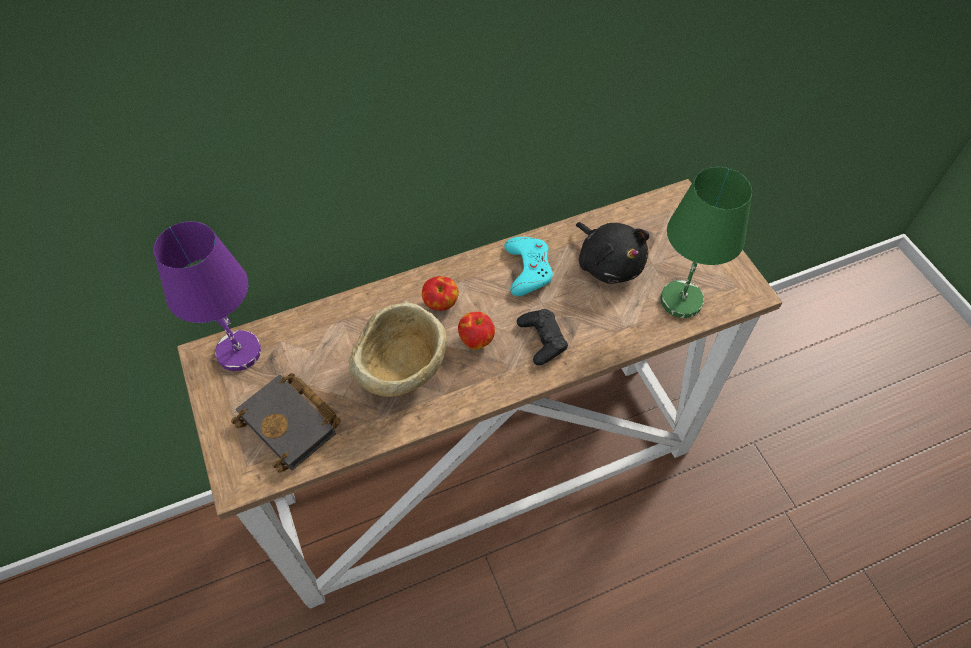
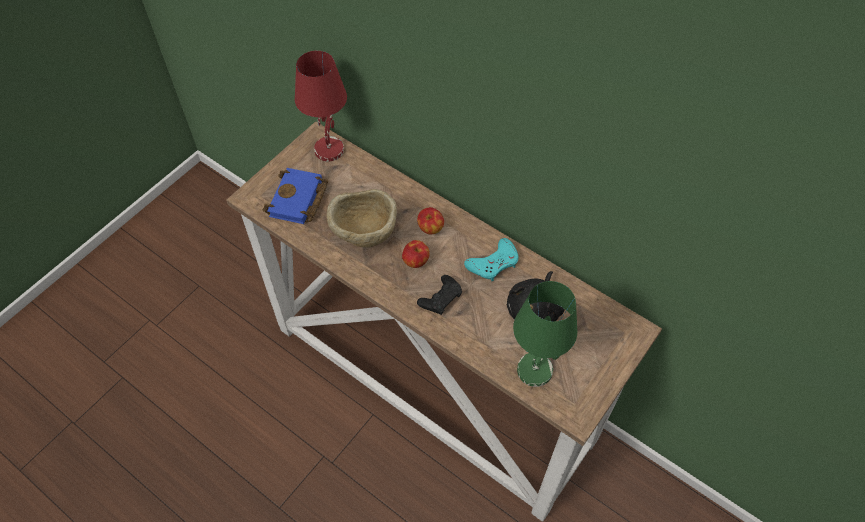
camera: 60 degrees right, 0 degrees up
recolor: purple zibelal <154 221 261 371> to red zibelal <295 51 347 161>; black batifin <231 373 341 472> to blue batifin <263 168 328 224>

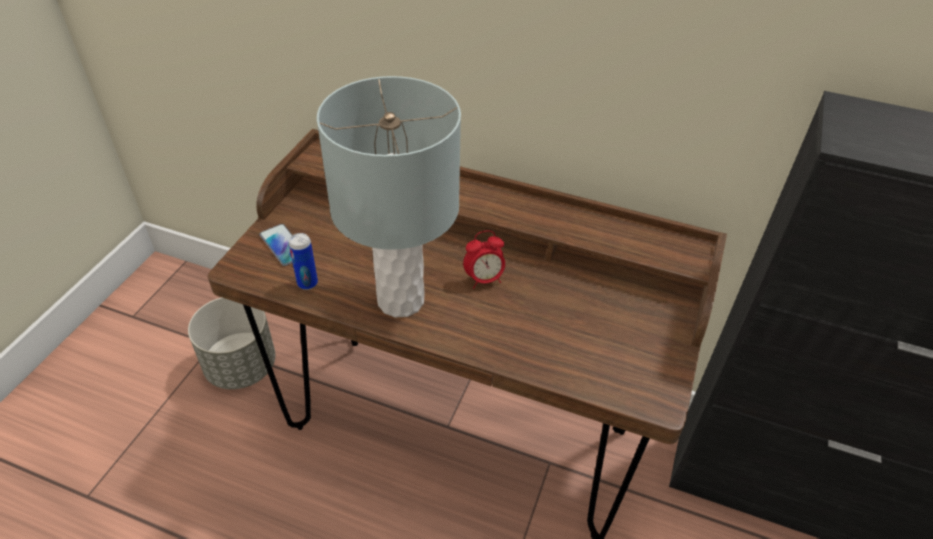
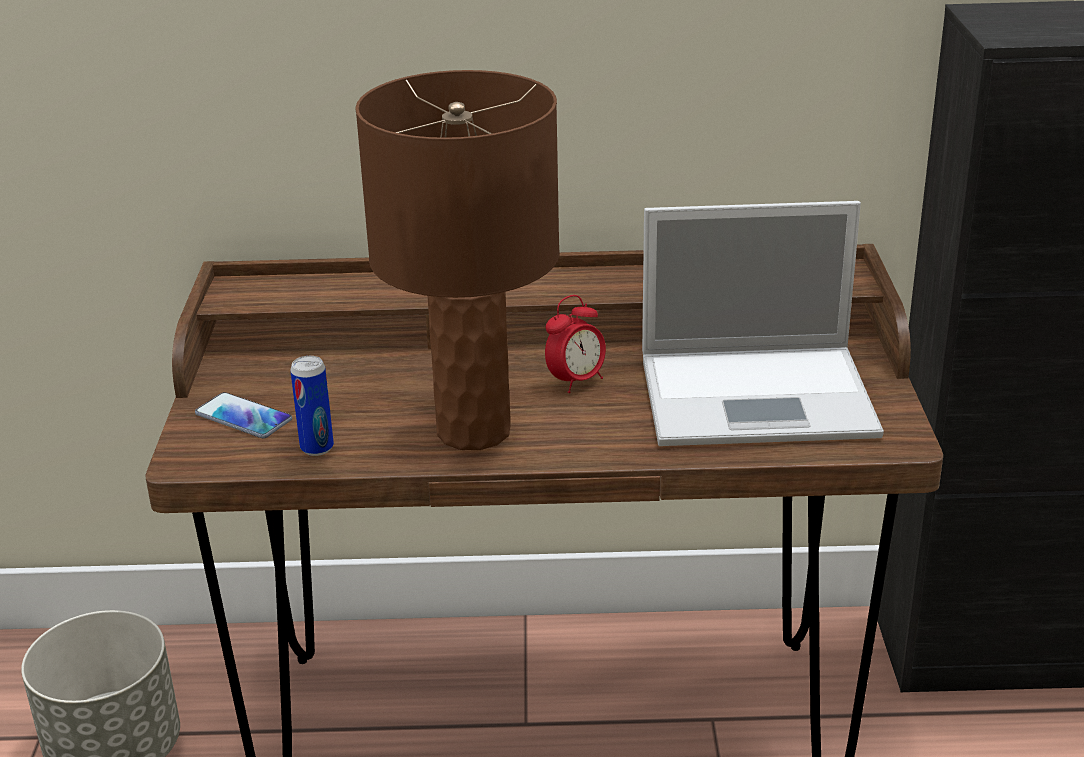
camera: 20 degrees left, 15 degrees down
insert: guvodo <642 201 884 446>
recolor: grey zibelal <317 76 461 318> to brown zibelal <355 70 560 450>

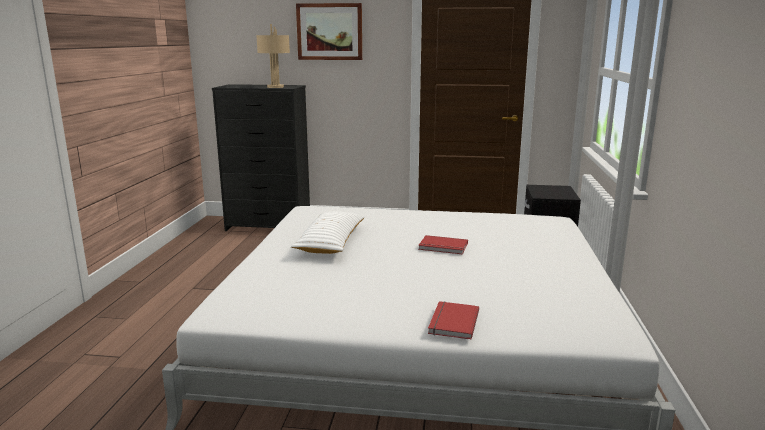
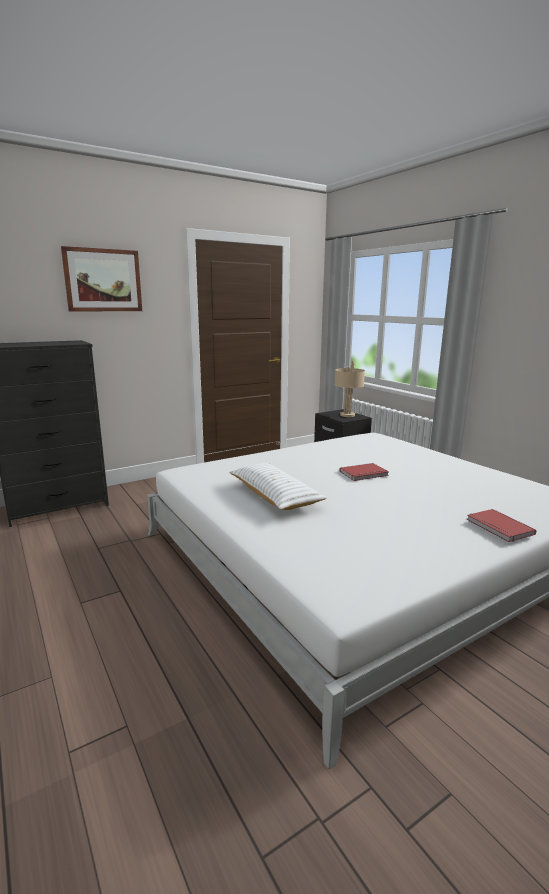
camera: 40 degrees left, 0 degrees up
move: beige zibelal <256 24 290 88> to <335 361 365 417>

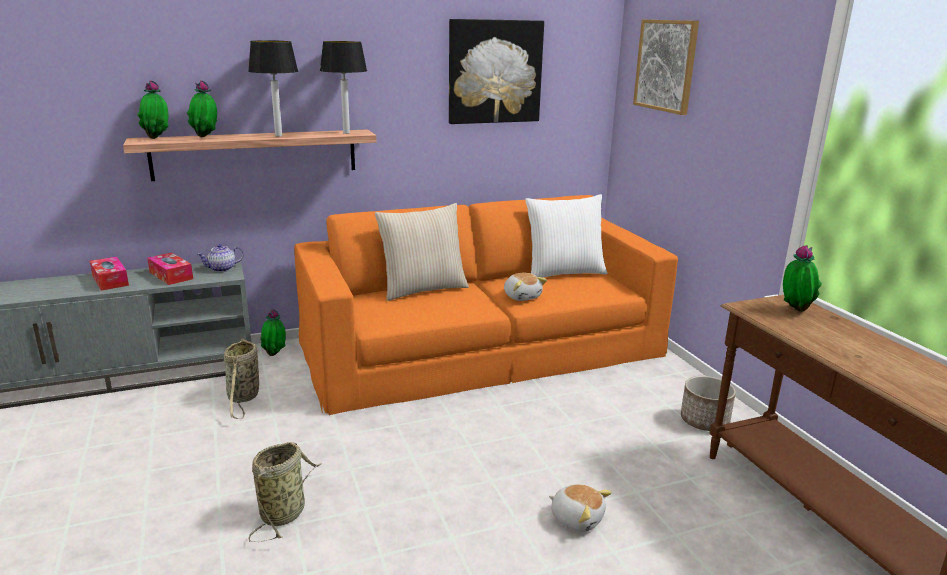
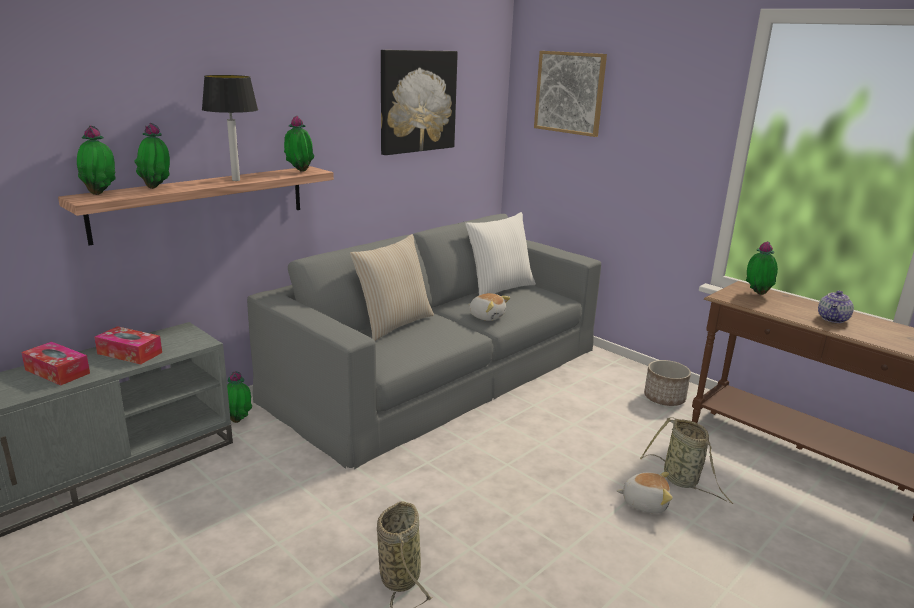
camera: 25 degrees left, 0 degrees up
move: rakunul <197 244 244 272> to <818 291 854 323>; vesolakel <224 338 259 419> to <640 417 734 504>
replace: zibelal <320 41 367 134> to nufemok <284 116 314 172>
recolor: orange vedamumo <294 195 678 415> to grey vedamumo <247 214 601 469>

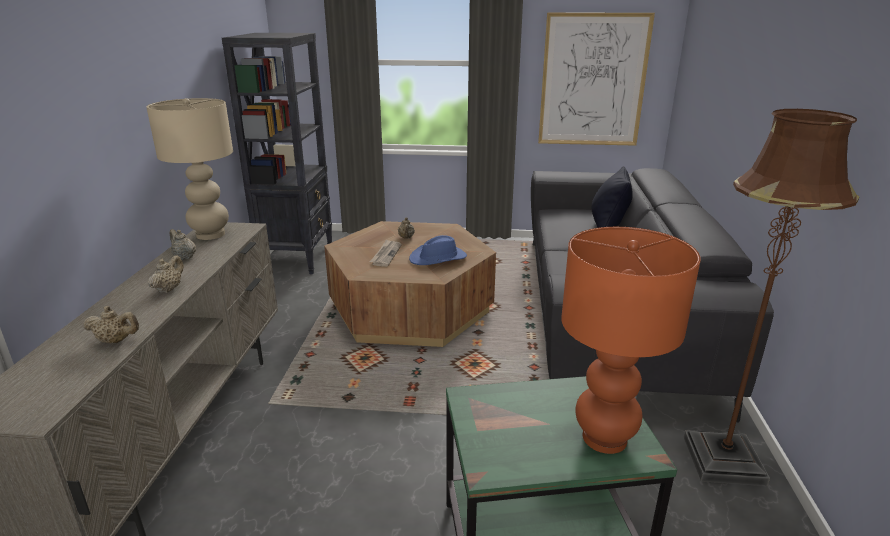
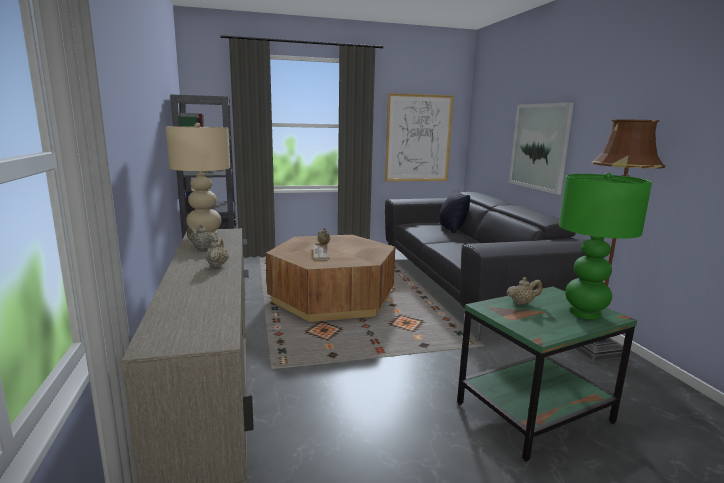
camera: 20 degrees left, 10 degrees down
delete: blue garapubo <409 235 467 265>
insert: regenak <509 102 574 195>
move: beige rakunul <83 306 139 344> to <507 277 542 305>
recolor: orange zibelal <561 227 701 454> to green zibelal <559 172 652 319>

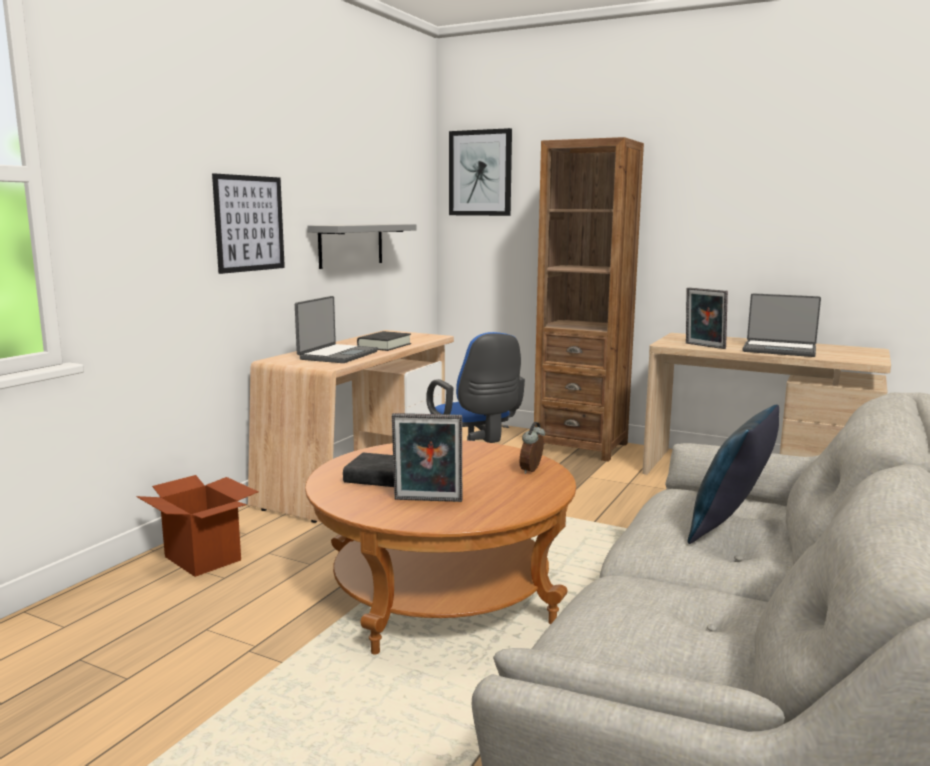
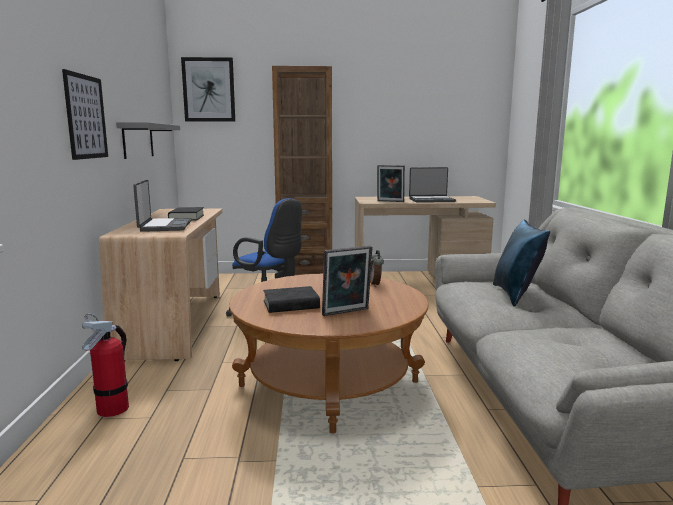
camera: 30 degrees left, 0 degrees up
replace: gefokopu <136 475 259 577> to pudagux <82 313 129 417>

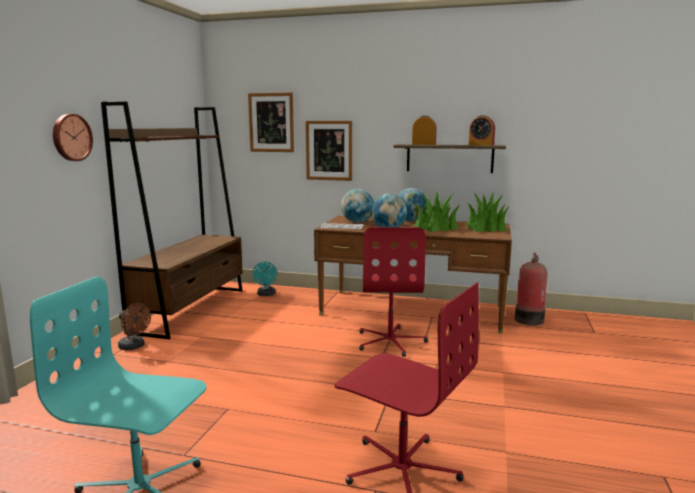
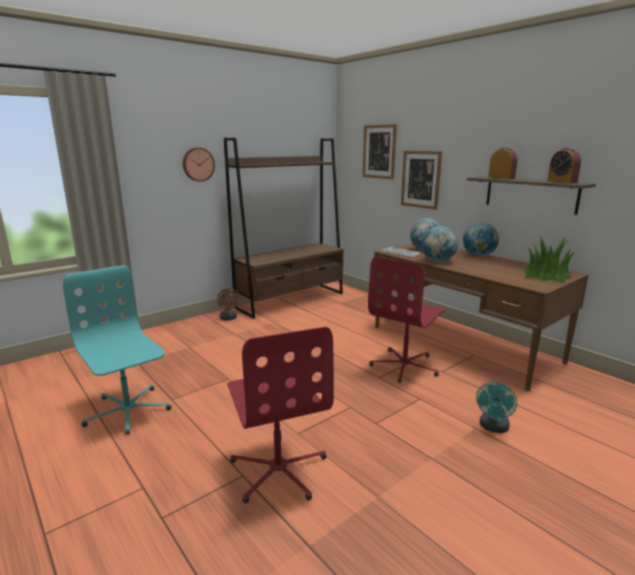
camera: 35 degrees right, 5 degrees up
delete: nufemok <414 191 460 232>; pudagux <515 253 547 326>
move: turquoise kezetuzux <252 261 277 296> to <476 382 517 433>

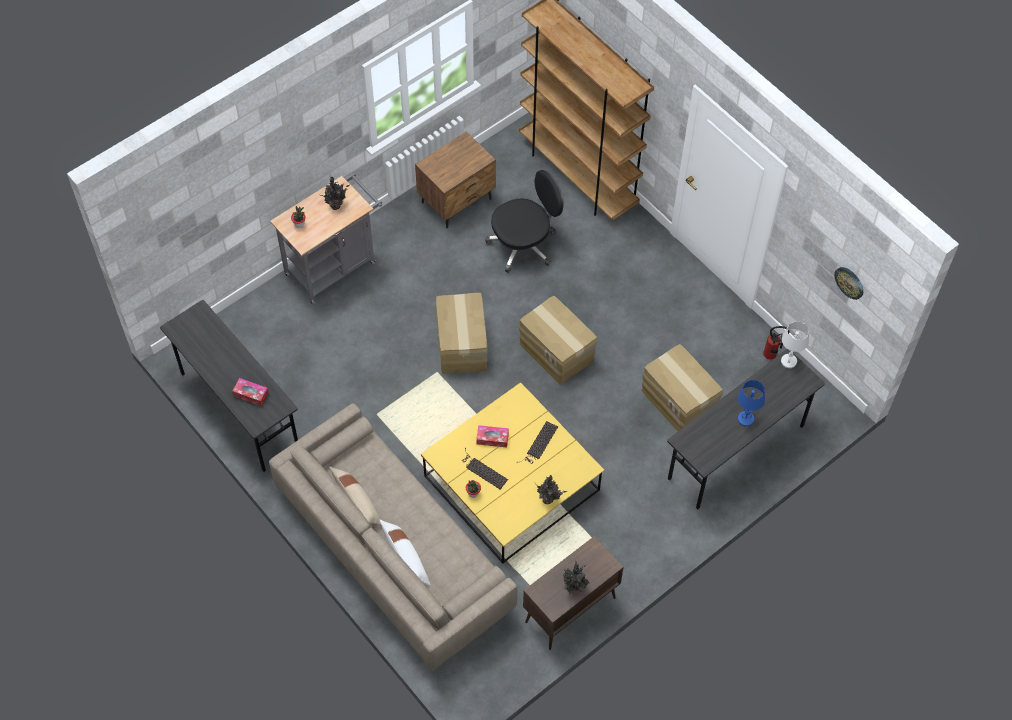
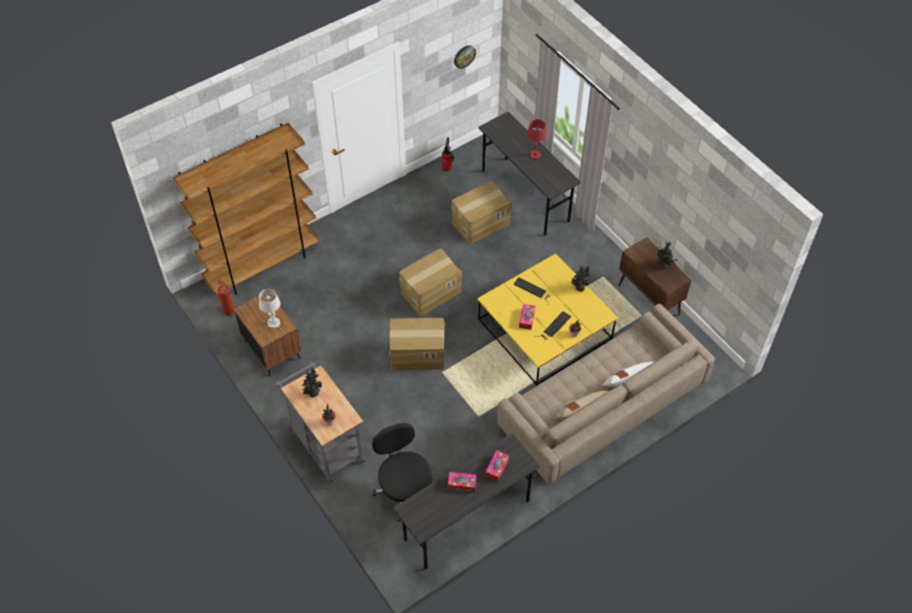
camera: 85 degrees left, 5 degrees down
insert: pudagux <217 279 235 315>; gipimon <448 472 477 492>
move: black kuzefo <485 170 564 273> to <372 423 432 521>; white zibelal <781 322 809 368> to <259 288 280 328>
recolor: blue zibelal <738 380 765 426> to red zibelal <527 119 547 160>

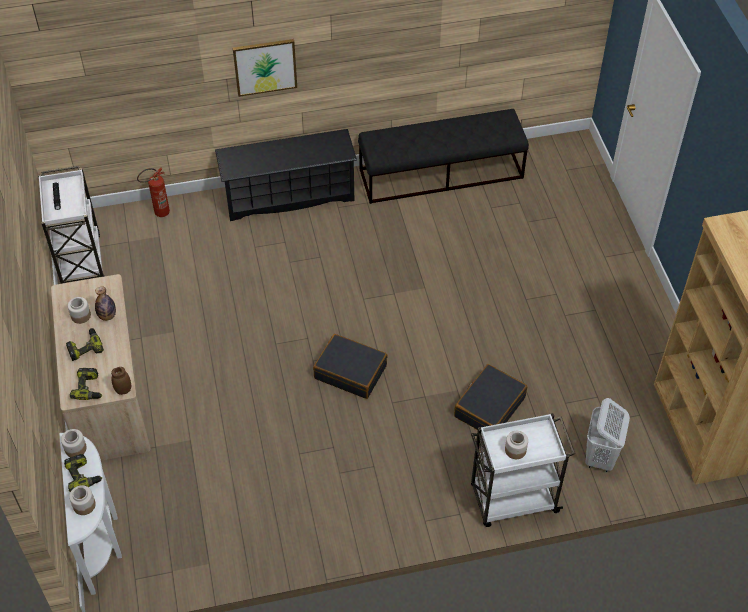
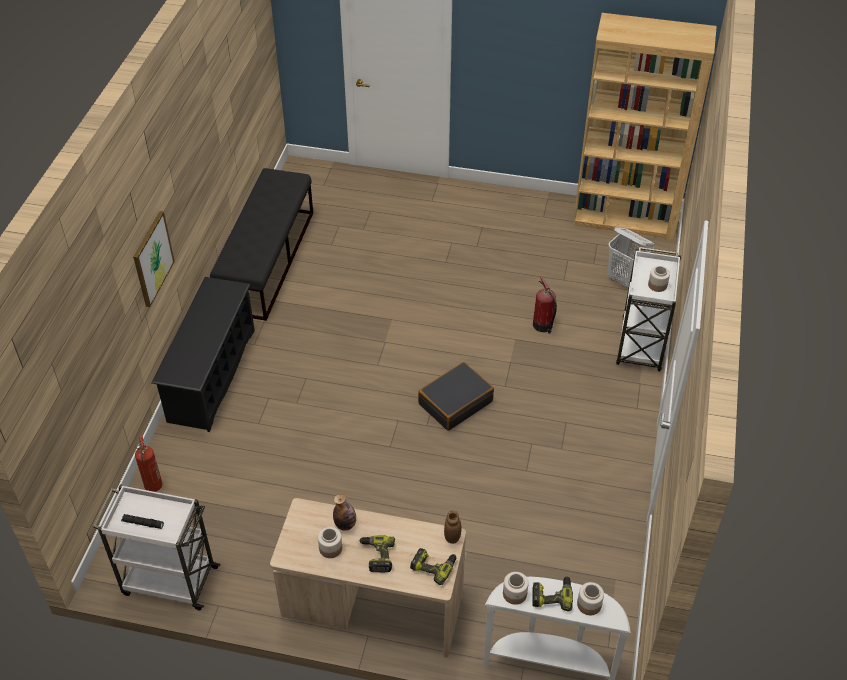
camera: 65 degrees left, 5 degrees down
replace: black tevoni <454 364 527 430> to pudagux <533 276 557 334>

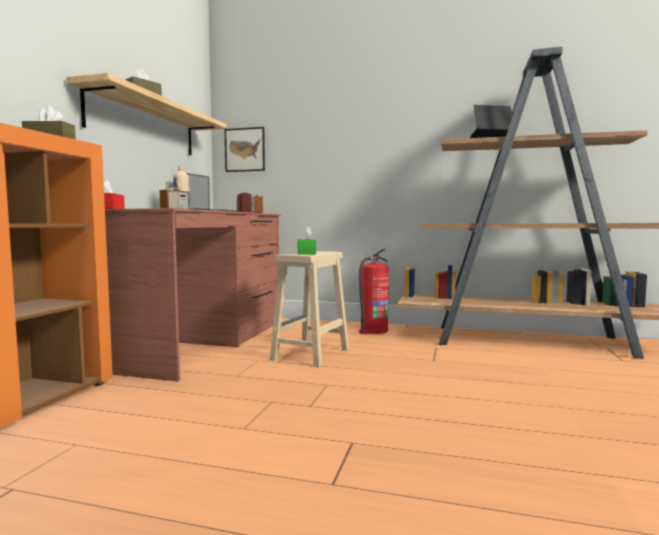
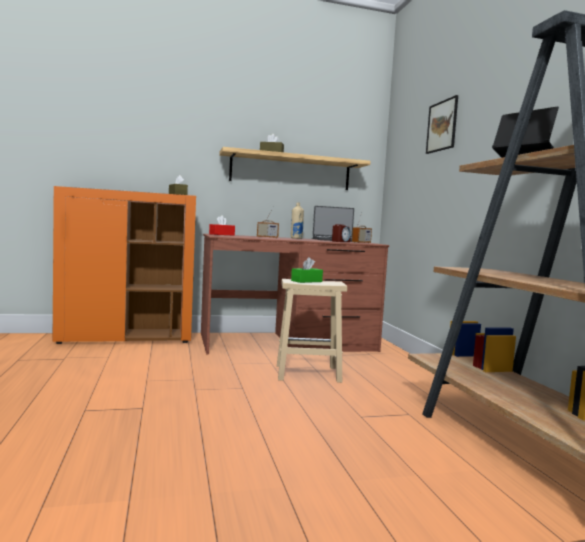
camera: 60 degrees right, 0 degrees up
delete: pudagux <359 249 389 334>
move: regenak <225 127 265 172> to <426 95 458 154>

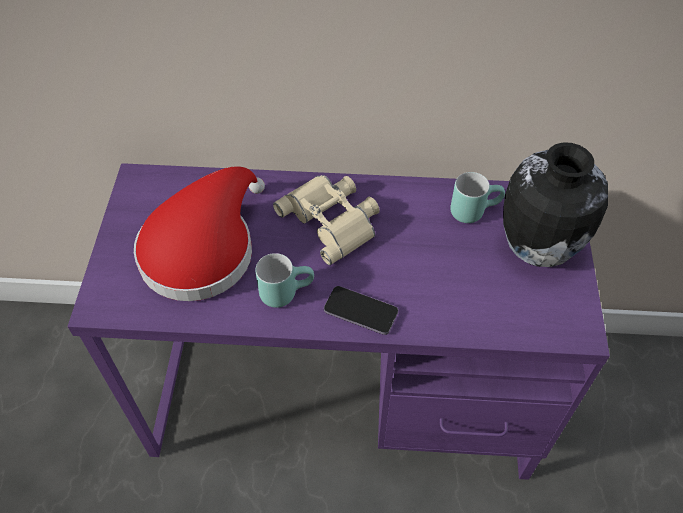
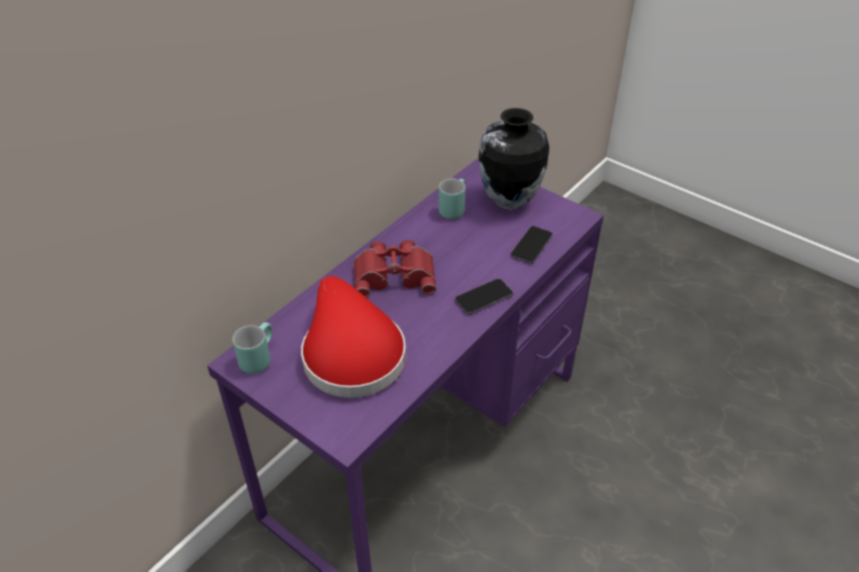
camera: 55 degrees left, 10 degrees down
insert: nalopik <511 226 553 264>
move: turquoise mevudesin <255 253 314 308> to <233 322 272 374>
recolor: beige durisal <273 175 380 265> to red durisal <354 240 436 298>

